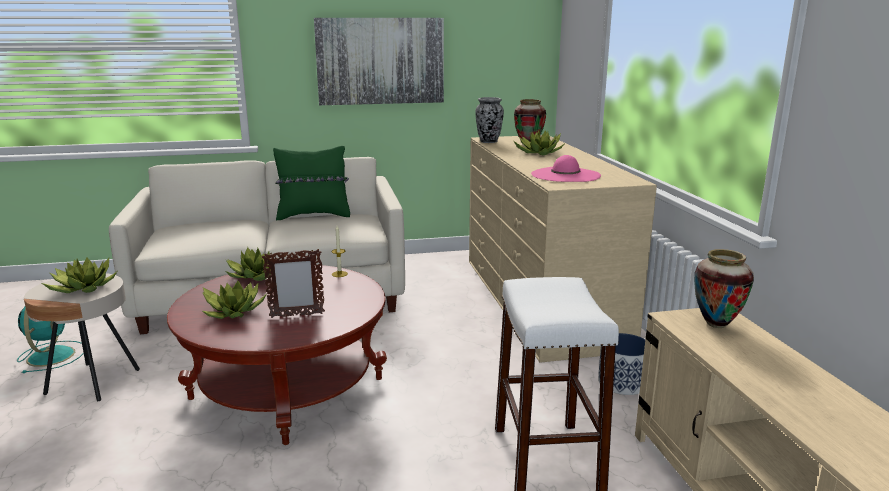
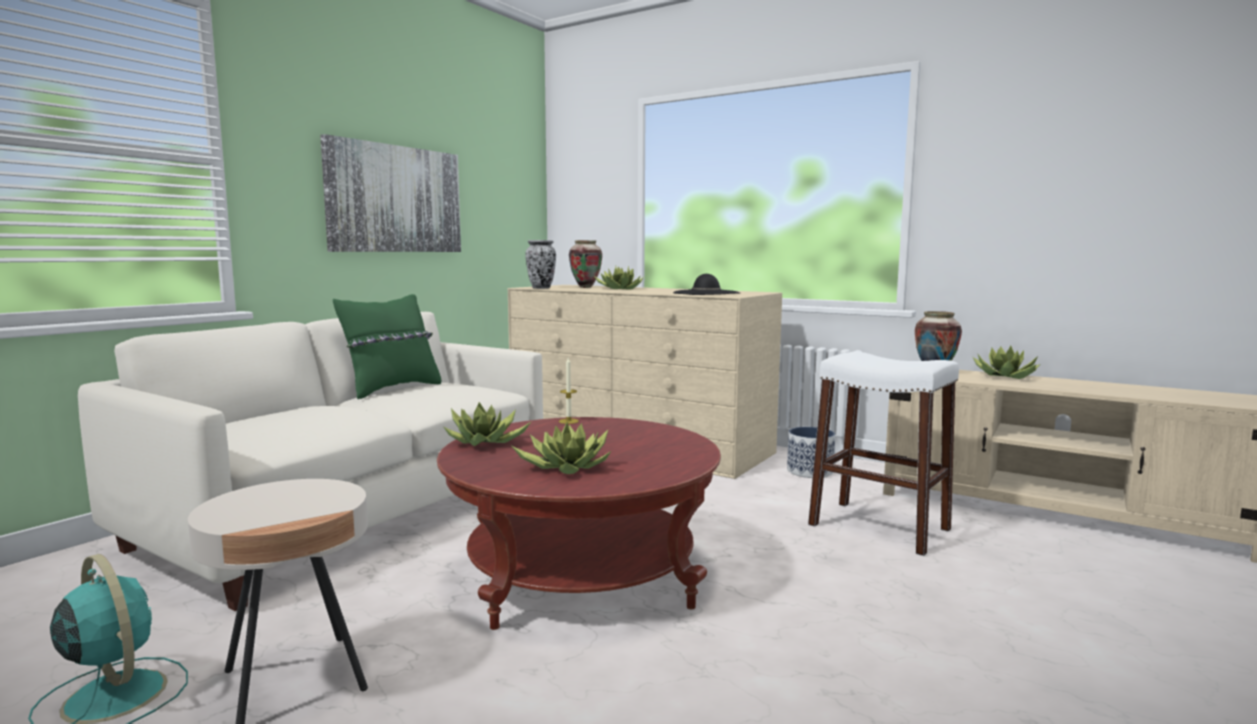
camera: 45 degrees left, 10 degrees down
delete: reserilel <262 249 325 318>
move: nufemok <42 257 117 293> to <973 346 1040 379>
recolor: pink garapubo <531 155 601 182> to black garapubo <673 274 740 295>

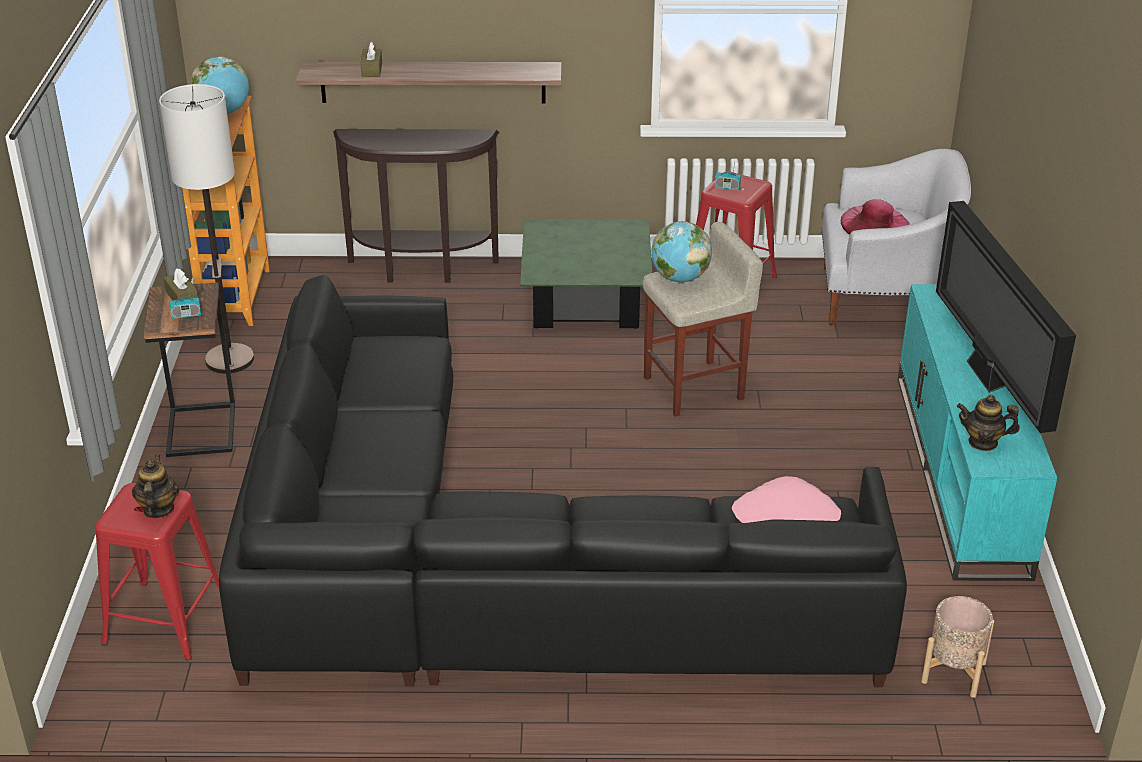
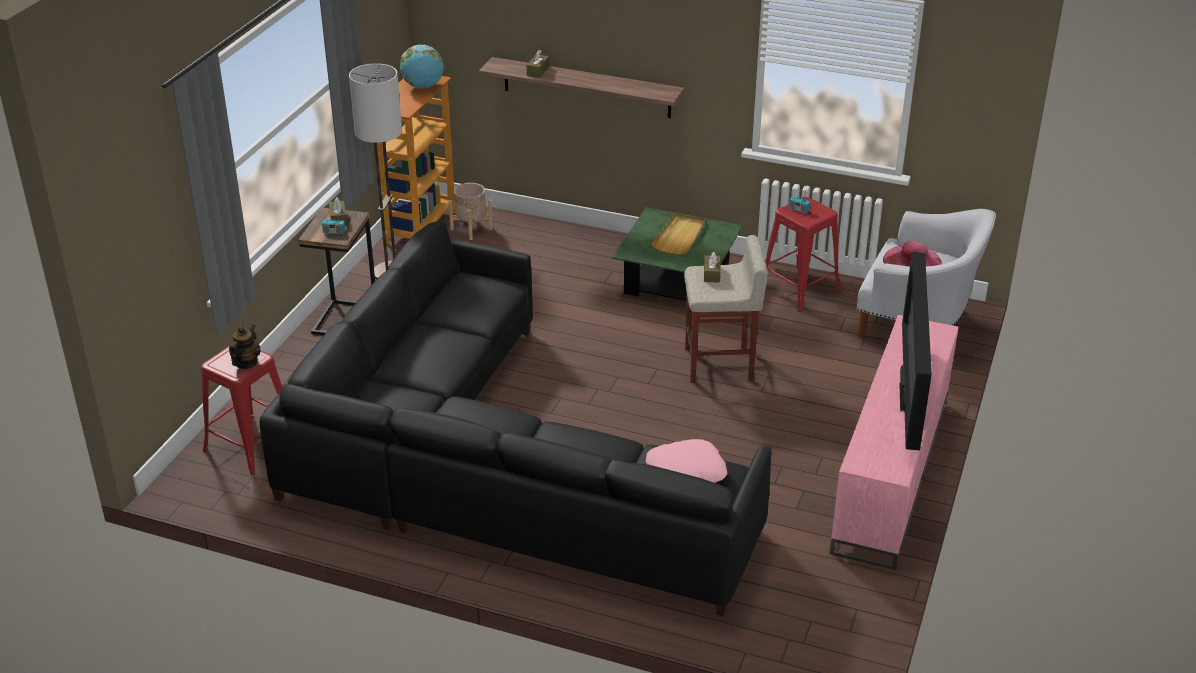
camera: 20 degrees right, 0 degrees up
delete: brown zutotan <333 129 499 283>; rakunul <957 395 1020 451>
insert: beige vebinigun <652 213 705 255>
move: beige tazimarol <921 596 994 698> to <449 183 493 240>
replace: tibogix <651 221 712 282> to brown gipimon <704 252 721 283>
recolor: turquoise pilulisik <898 284 1057 581> to pink pilulisik <829 315 958 570>

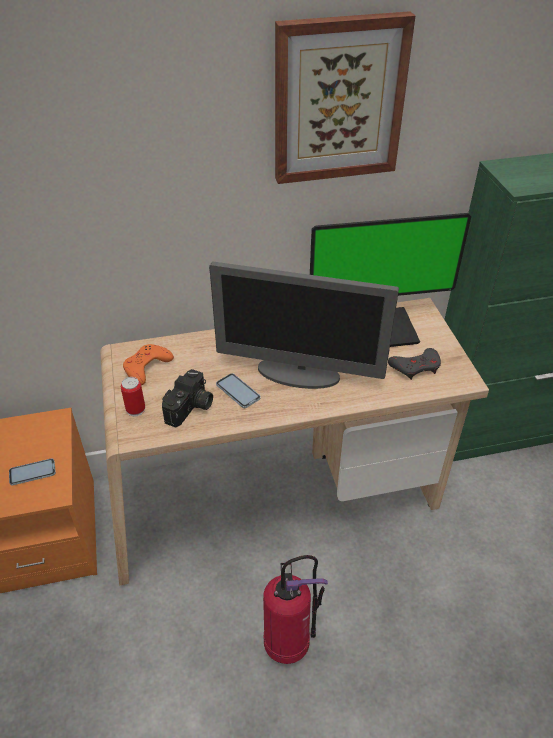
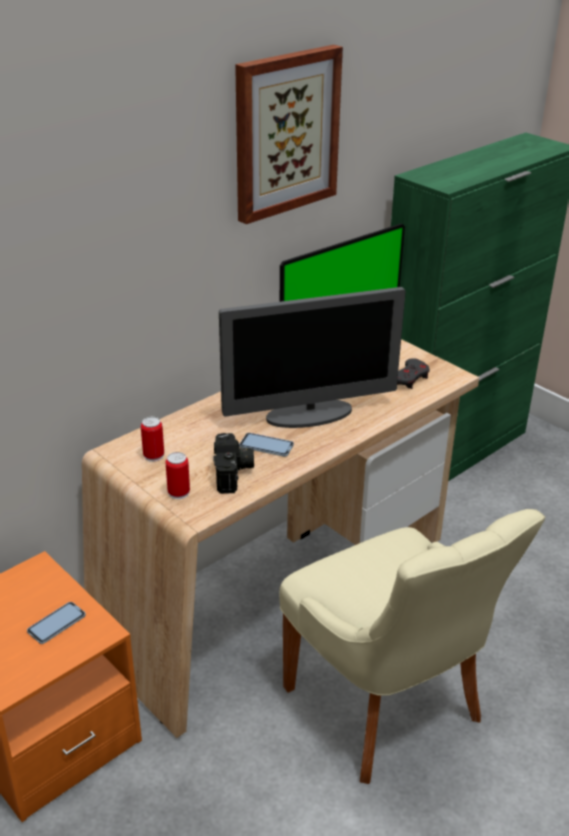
camera: 30 degrees left, 10 degrees down
replace: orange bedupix <123 344 174 385> to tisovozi <141 417 164 462>; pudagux <263 555 328 664> to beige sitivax <279 509 545 784>

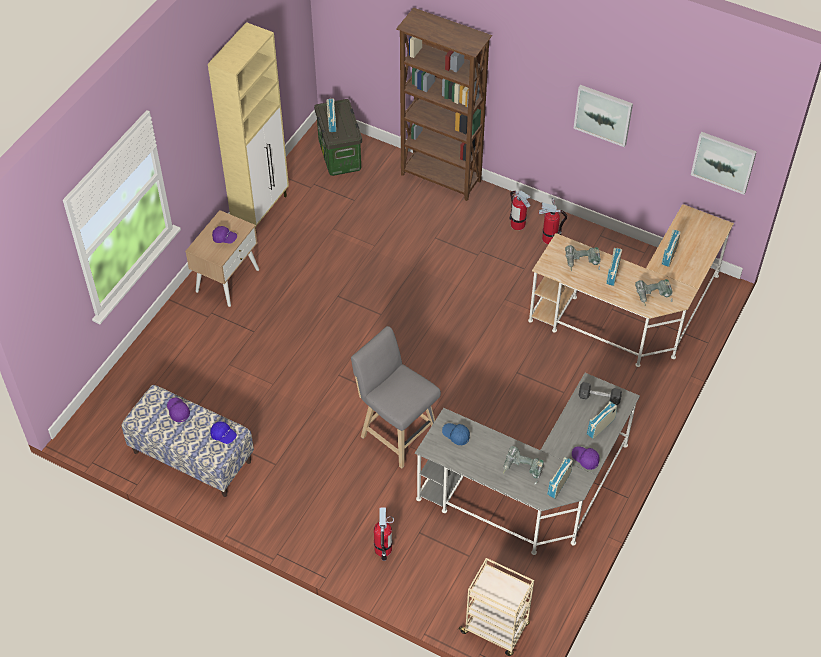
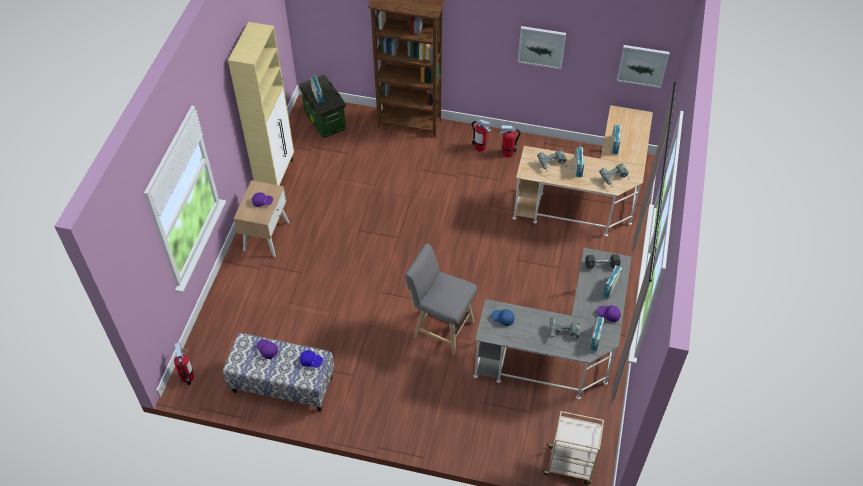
camera: 15 degrees left, 0 degrees up
move: pudagux <374 507 394 561> to <174 343 194 385>

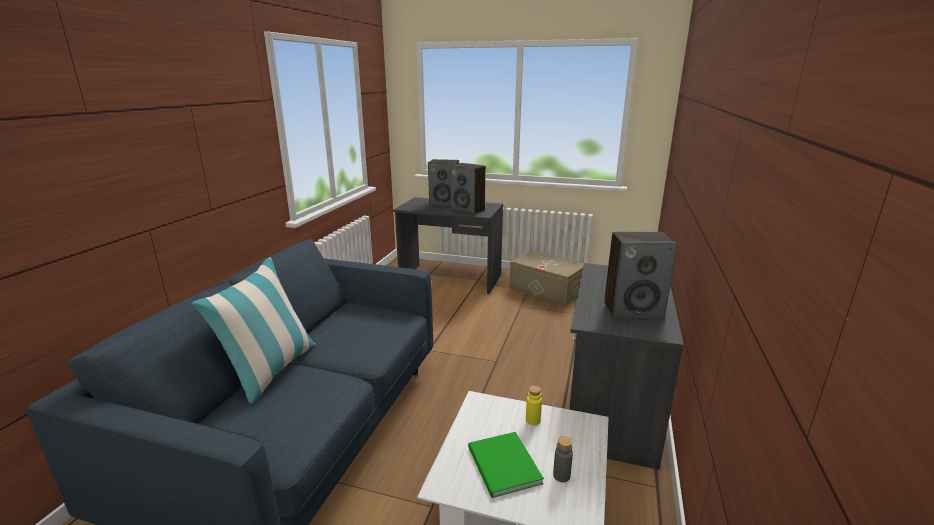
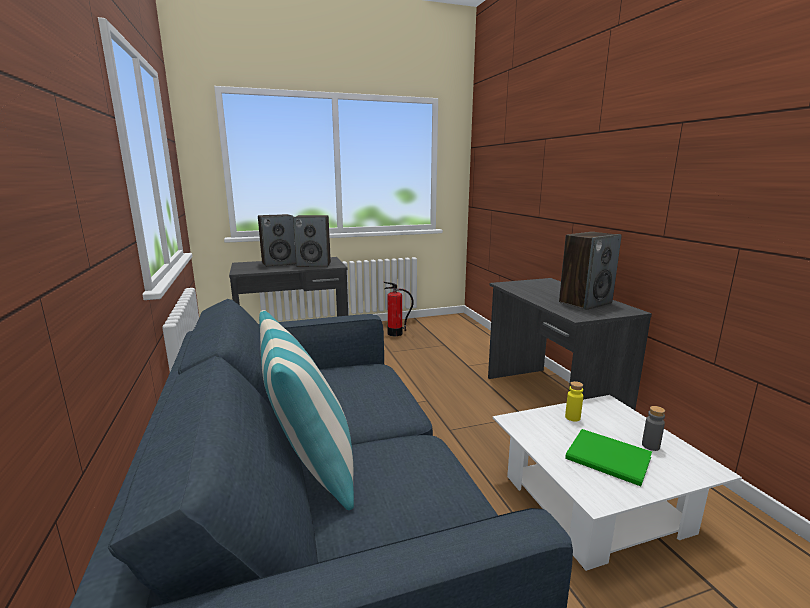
camera: 35 degrees left, 5 degrees down
replace: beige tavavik <510 251 584 306> to pudagux <383 282 414 336>

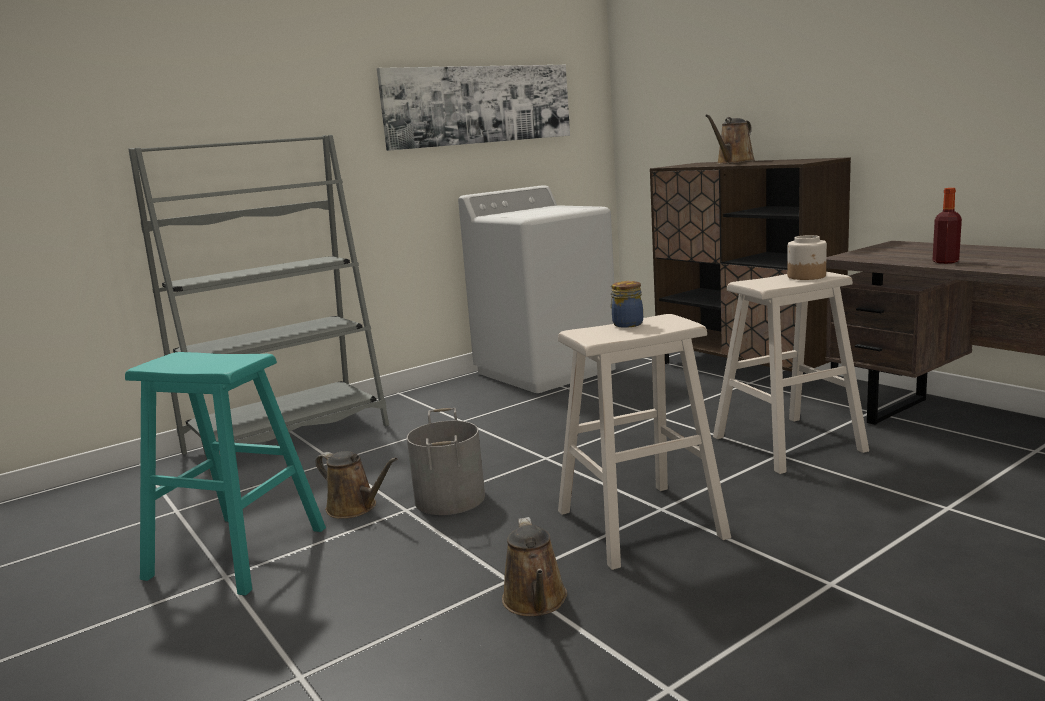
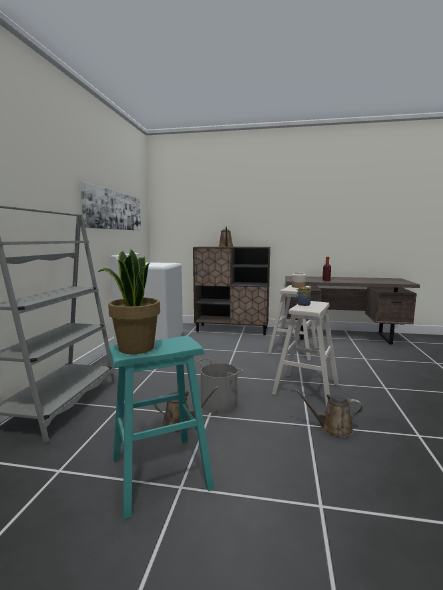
camera: 45 degrees left, 5 degrees down
insert: nufemok <98 249 160 354>
rotate: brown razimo <502 517 567 616> = <294 389 363 437> 150 degrees clockwise

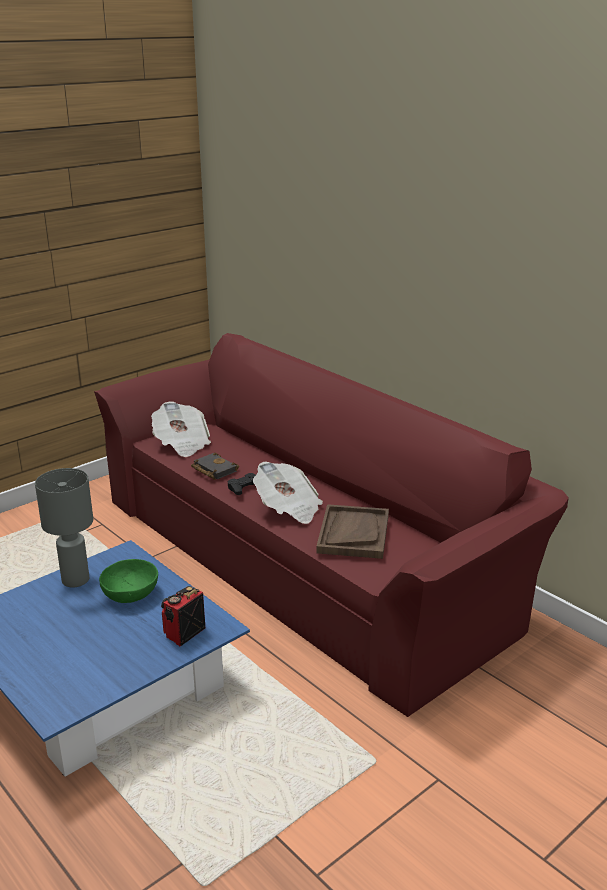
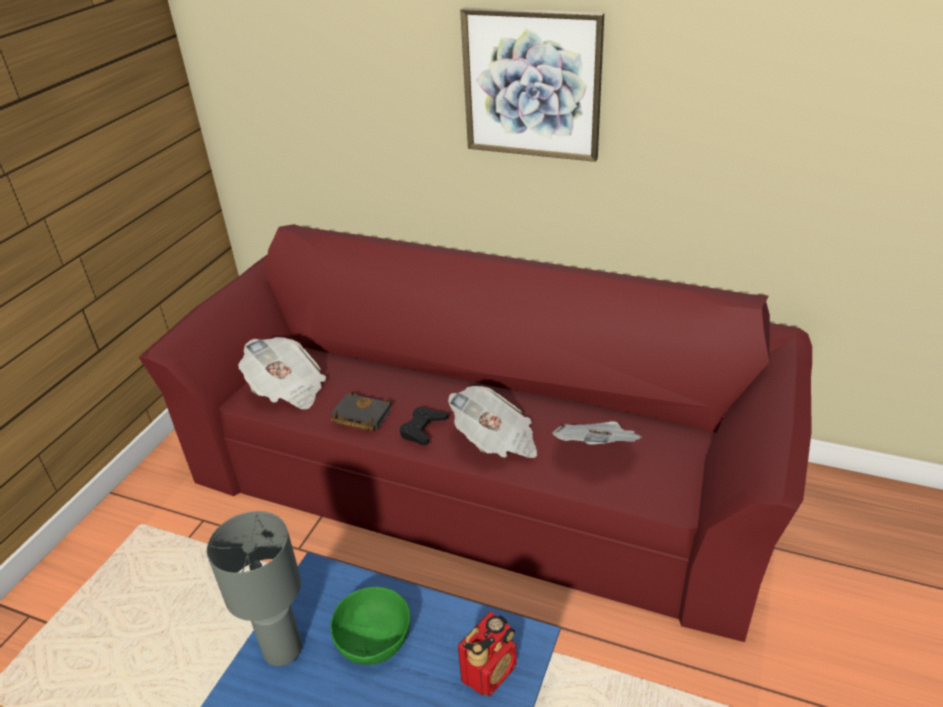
camera: 25 degrees left, 10 degrees up
insert: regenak <460 7 604 162>
replace: brown vebinigun <316 504 389 559> to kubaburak <552 421 642 445>
rotate: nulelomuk <161 586 205 646> = <458 612 517 696> 150 degrees counterclockwise

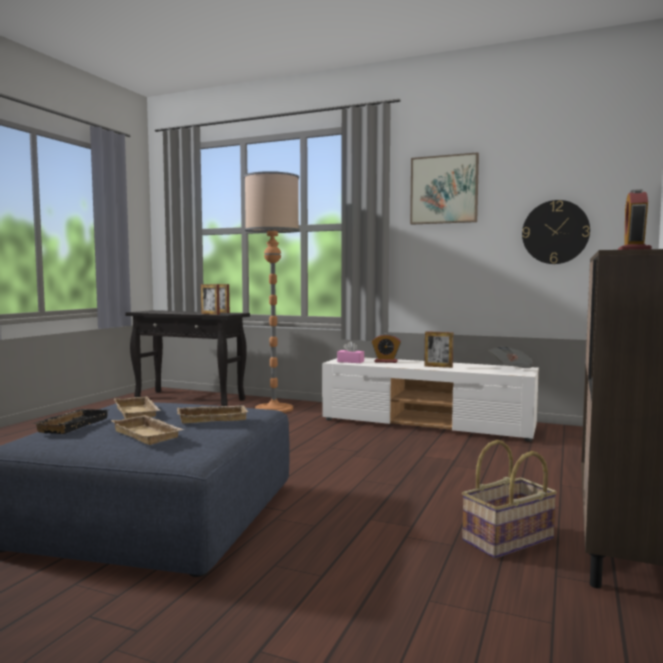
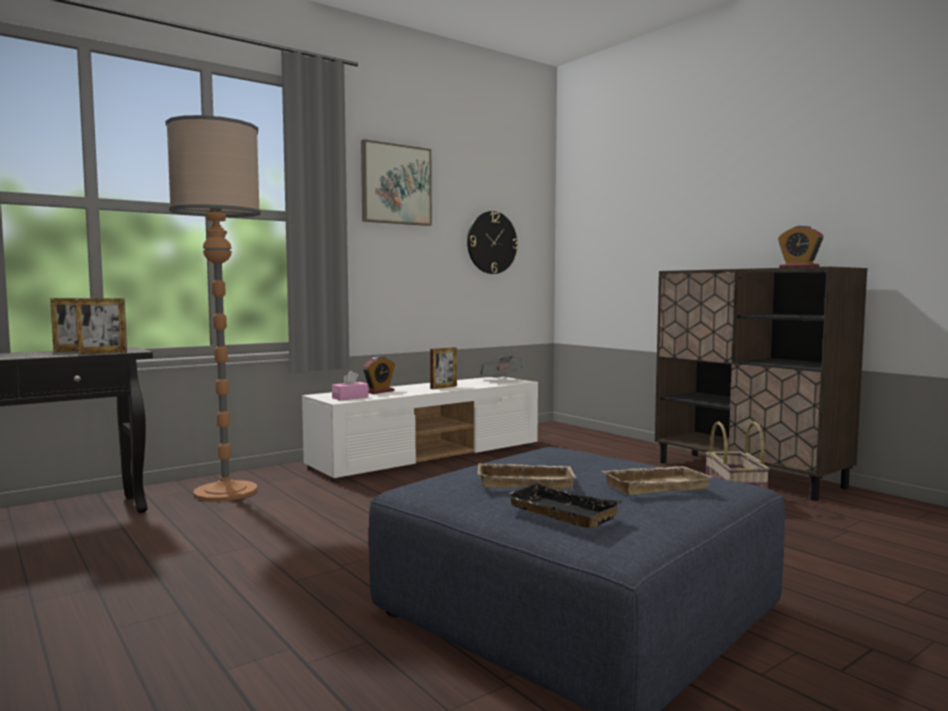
camera: 60 degrees left, 0 degrees up
delete: beige vebinigun <177 406 248 424>

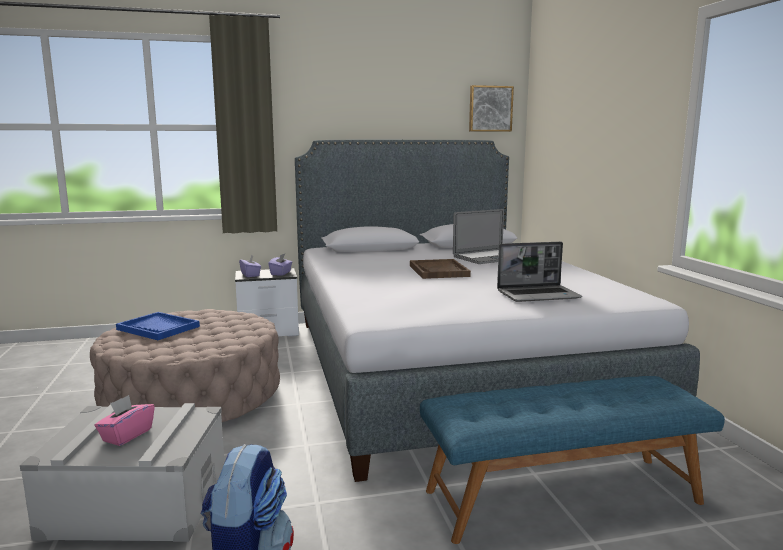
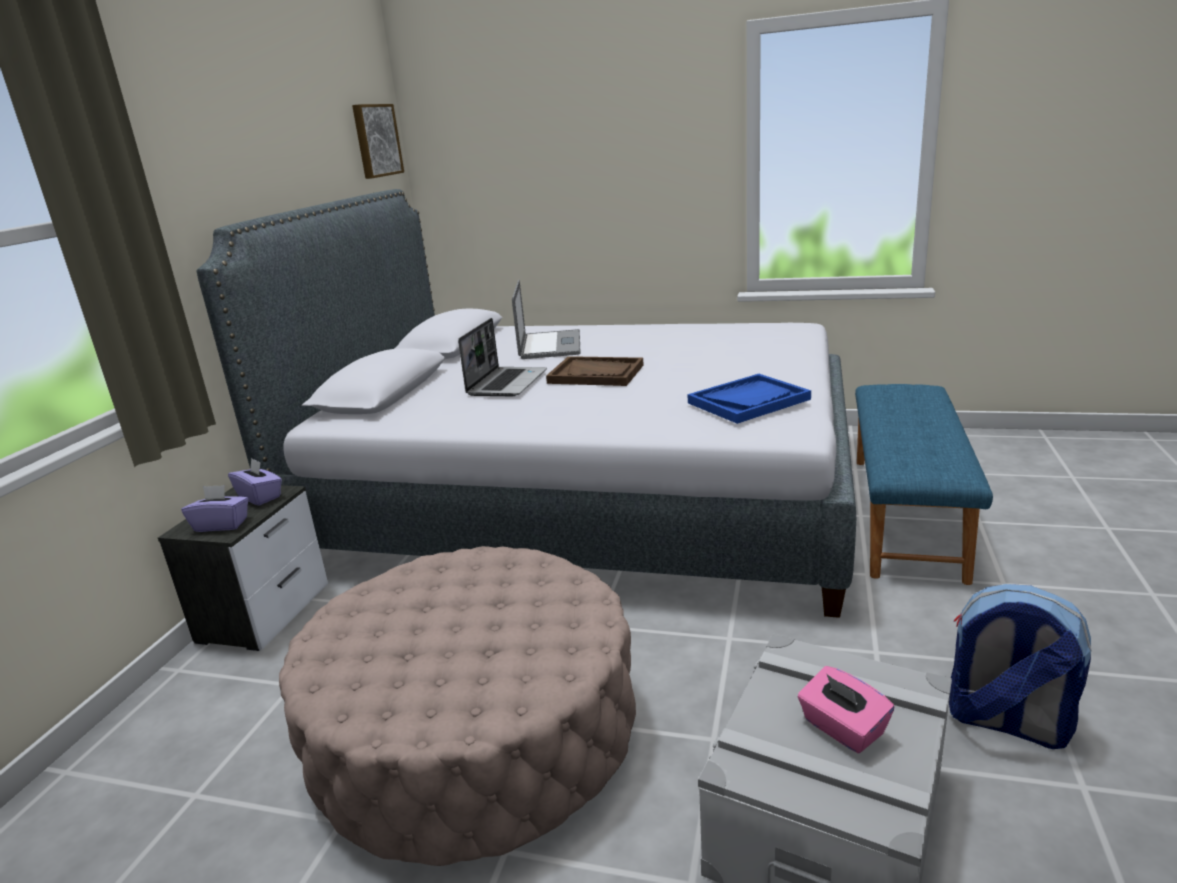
camera: 60 degrees left, 10 degrees up
move: blue vebinigun <116 312 200 340> to <687 374 811 424>; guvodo <497 242 582 302> to <458 318 547 396>

